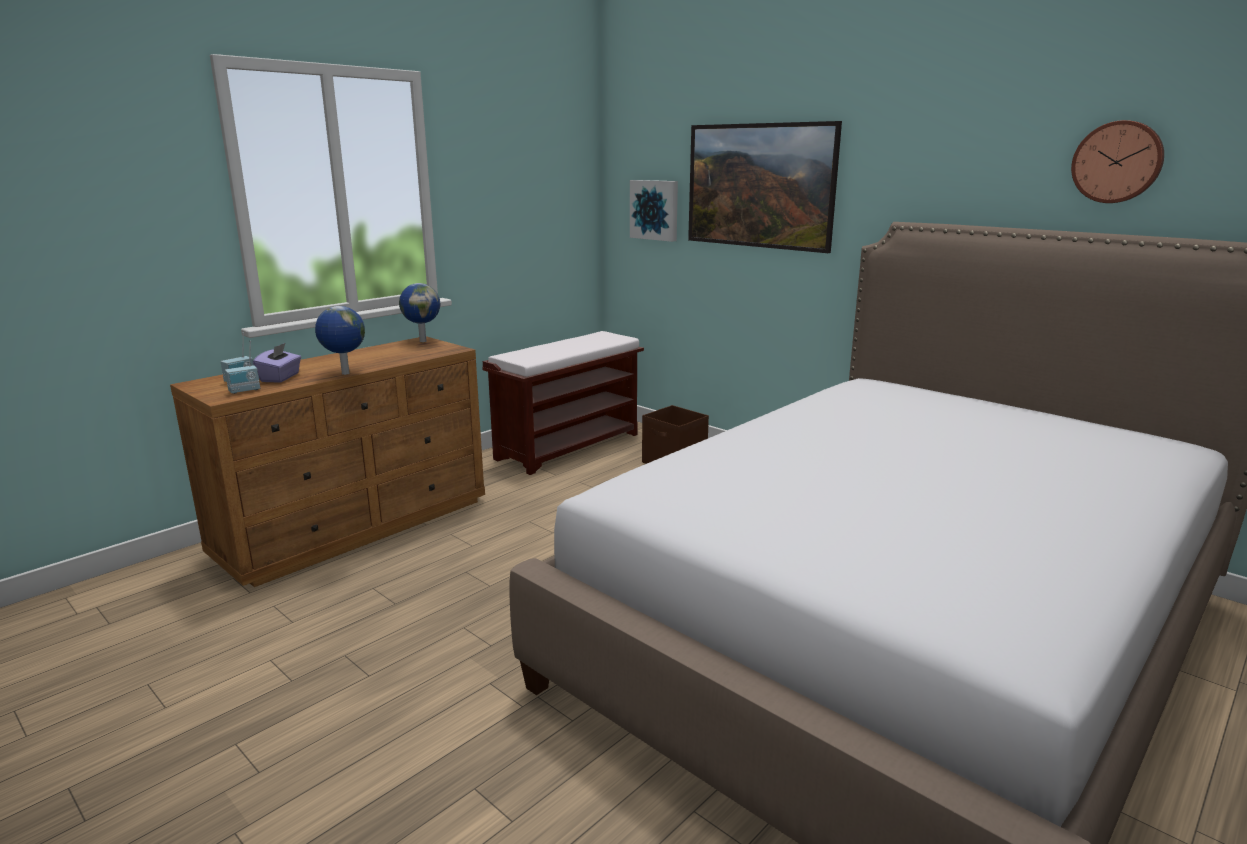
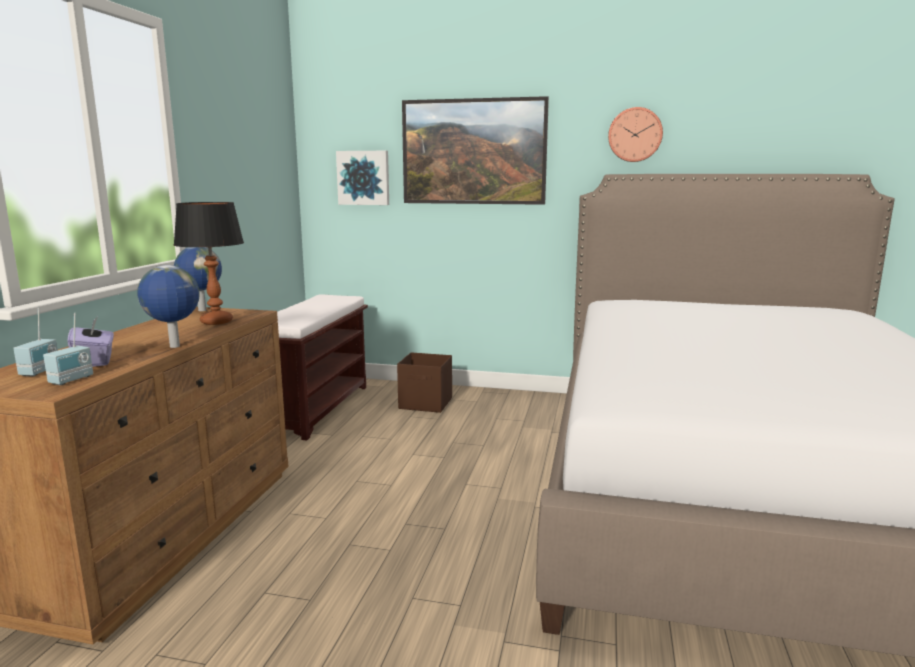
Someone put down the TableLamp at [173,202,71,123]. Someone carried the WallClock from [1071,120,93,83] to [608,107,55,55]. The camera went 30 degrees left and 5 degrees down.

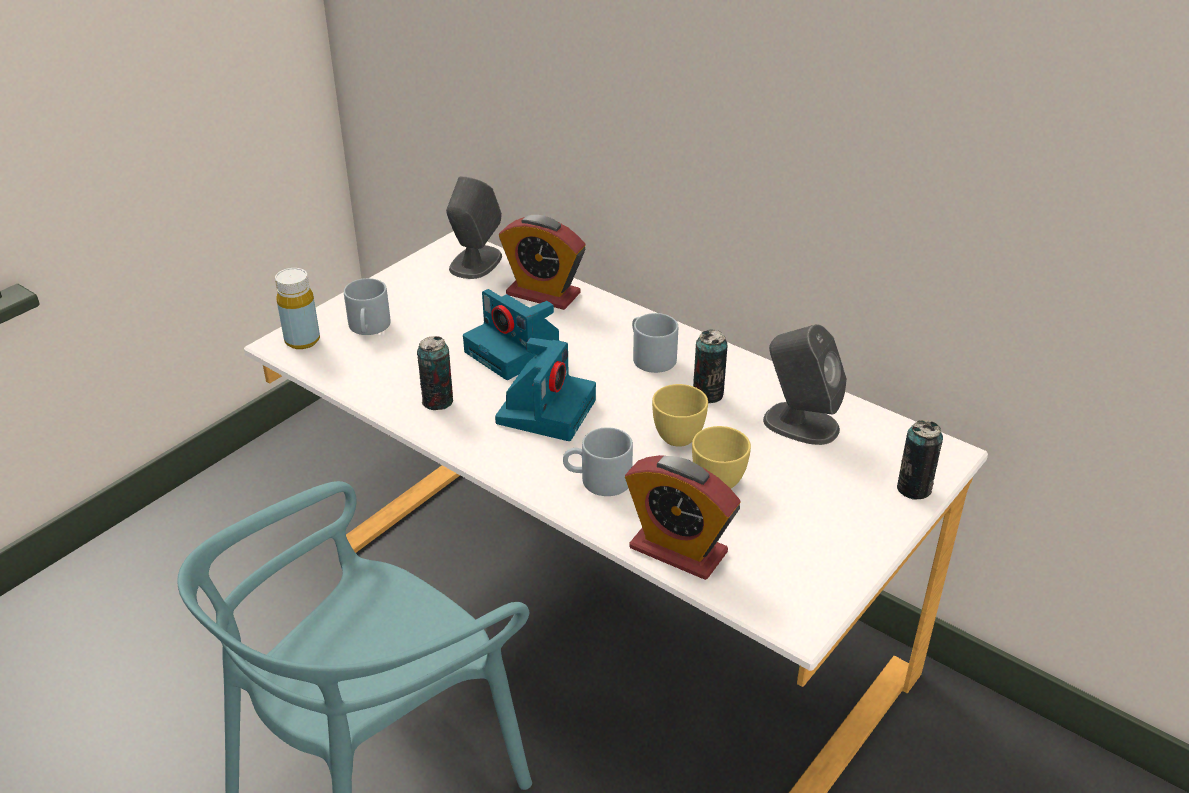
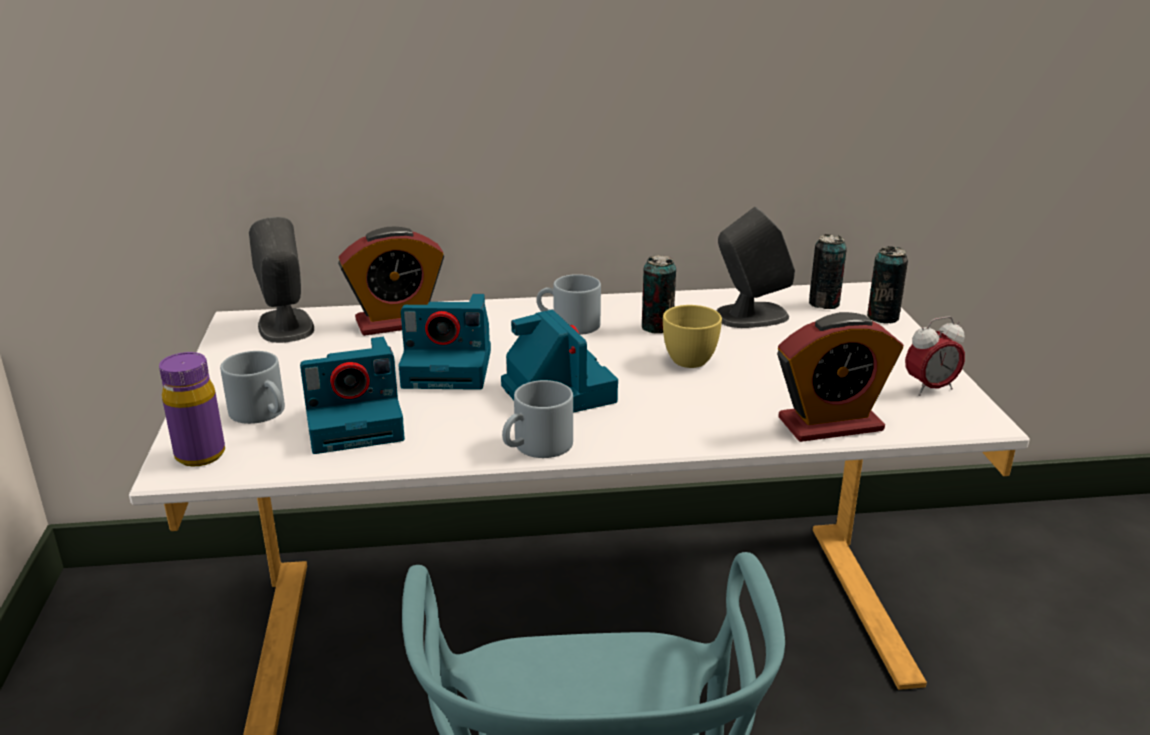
Someone repainted the YellowBottle at [275,268,45,81], which became the PurpleBottle at [159,352,66,115]. Someone put down the PhotoCamera at [300,337,105,117]. Someone carried the GreyMug from [563,427,70,69] to [502,380,71,78]. Someone carried the Can from [417,336,36,74] to [809,234,38,75]. Someone put down the AlarmClock at [905,316,60,80]. Someone took away the YellowCup at [692,426,59,63]. The camera went 45 degrees left and 10 degrees down.

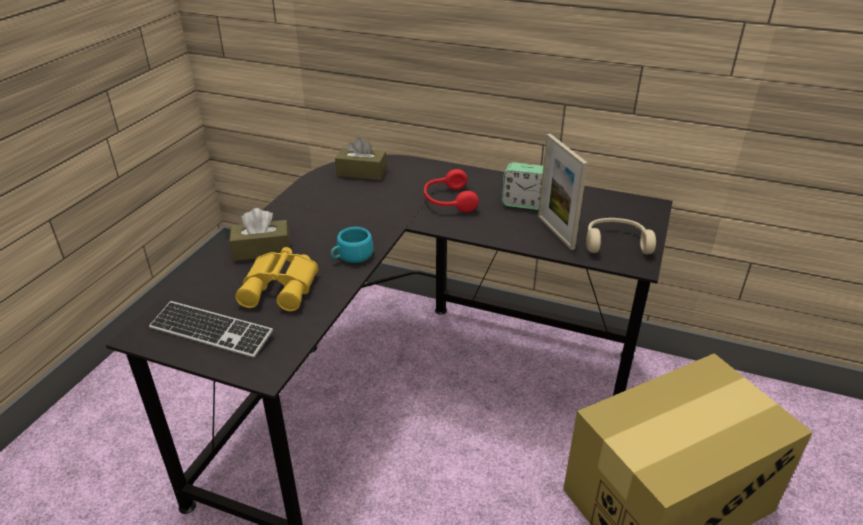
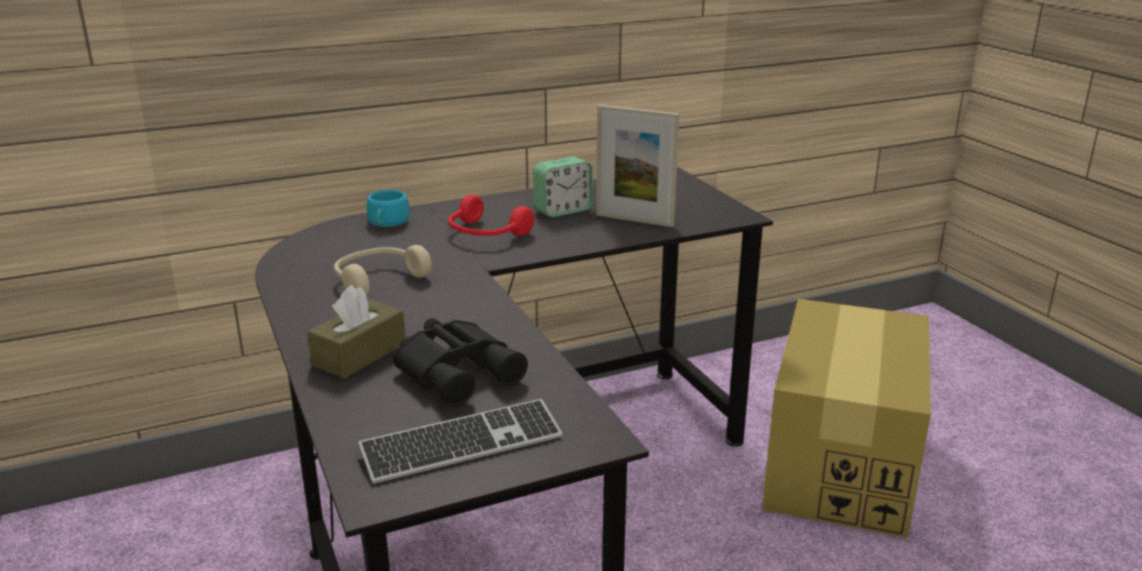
Someone carried the BeigeHeadphones from [586,218,70,36] to [334,245,98,50]. Someone carried the TurquoiseCup from [331,227,42,36] to [367,190,43,37]. Someone repainted the YellowBinoculars at [235,247,83,64], which became the BlackBinoculars at [393,318,135,88]. Someone took away the BrownTissueBox at [335,137,52,43]. The camera went 45 degrees left and 10 degrees down.

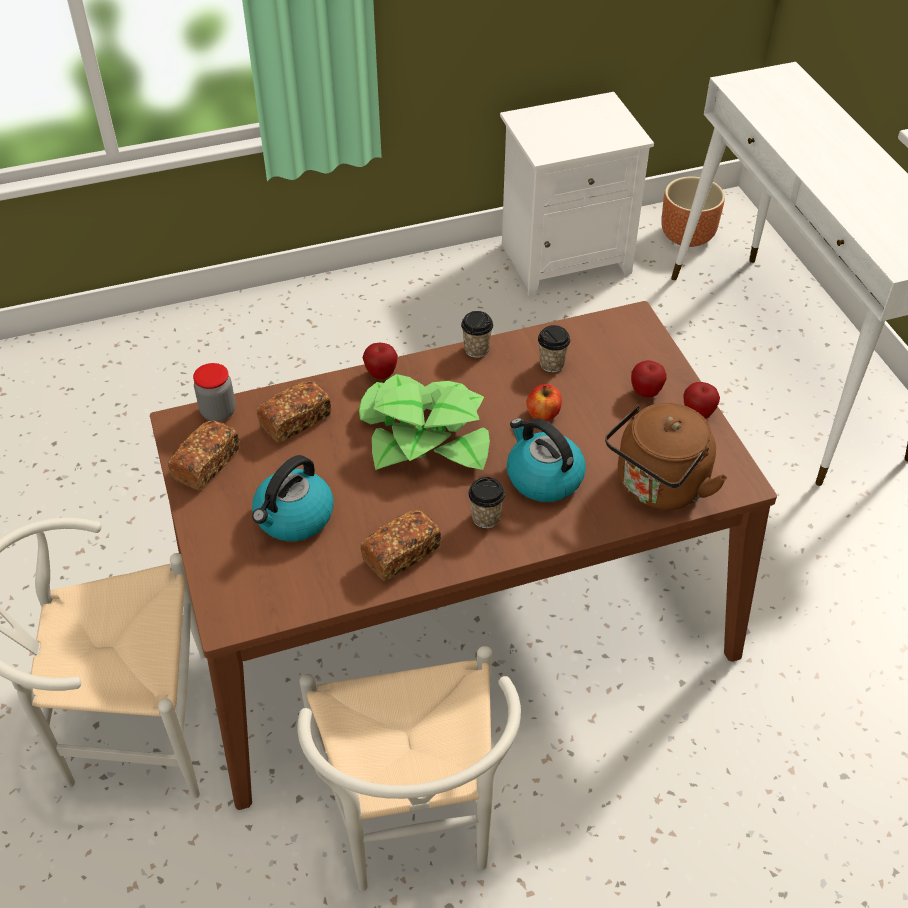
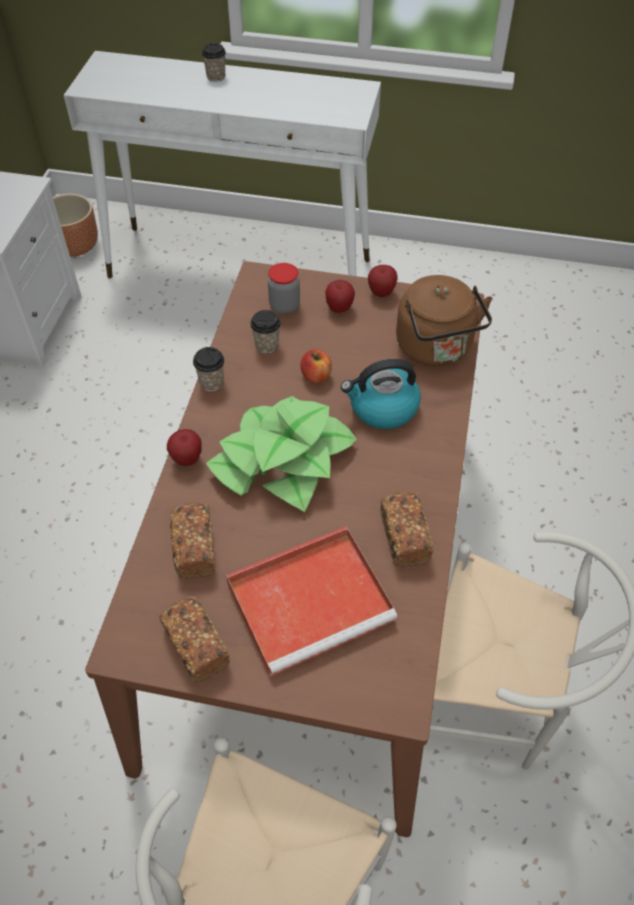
Someone carried the Cup from [468,477,37,51] to [202,43,24,39]. Someone swapped the Kettle at [252,455,81,86] for the RedTray at [226,526,171,151]. Someone carried the Jar from [193,363,43,59] to [268,263,32,51]. The camera went 60 degrees left and 5 degrees up.

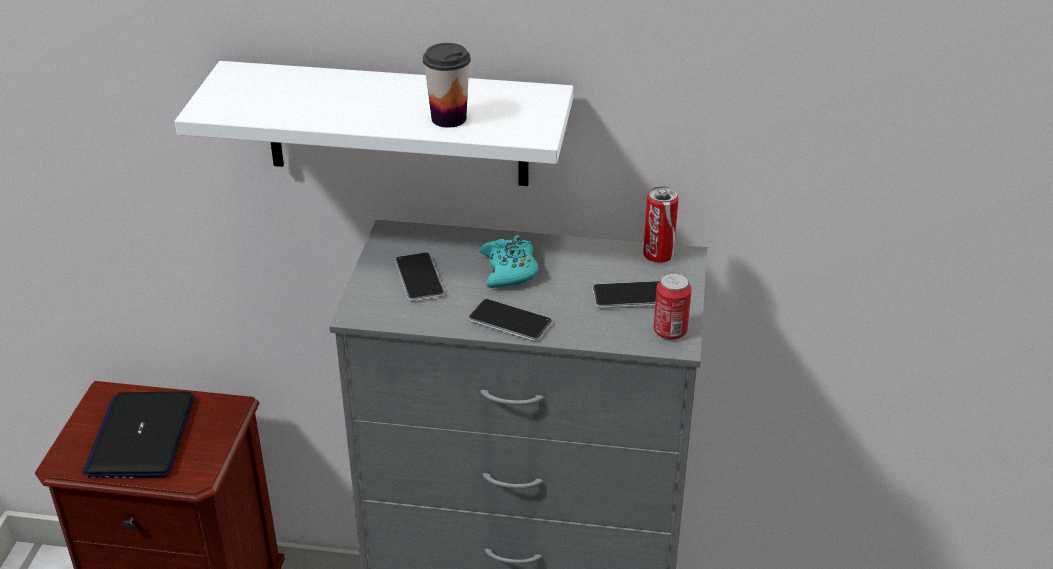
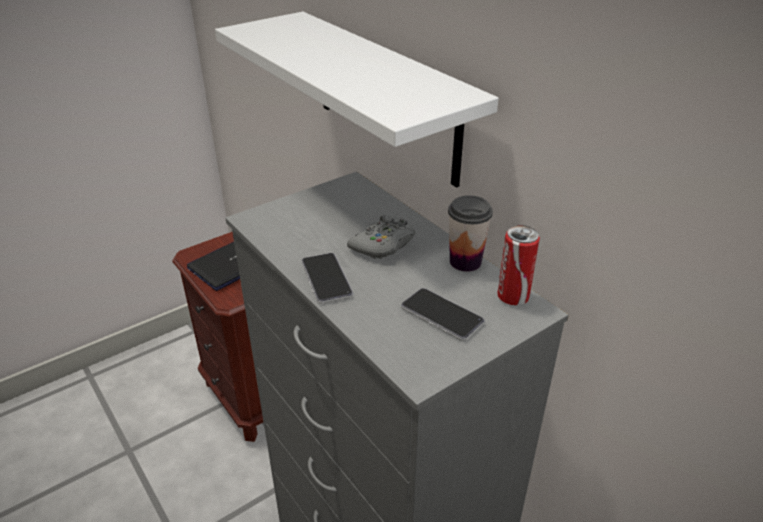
Someone repainted the TurquoiseGameController at [479,235,59,53], which became the GreyGameController at [347,215,69,44]. Someone carried the Cup from [423,43,48,85] to [448,195,45,77]. Someone took away the Phone at [395,252,50,50]. Someone took away the Can at [654,273,38,67]. The camera went 45 degrees right and 0 degrees up.

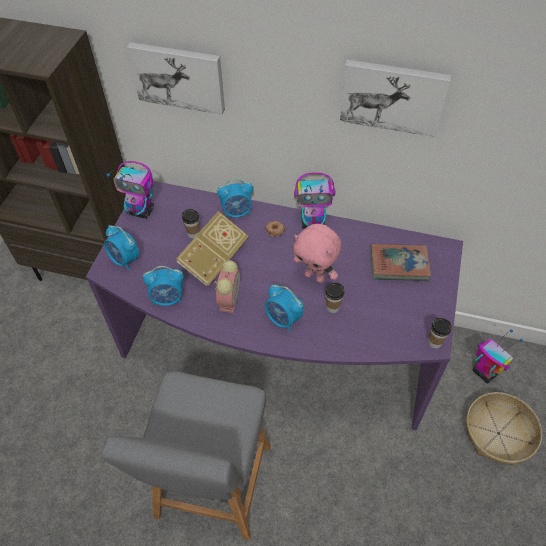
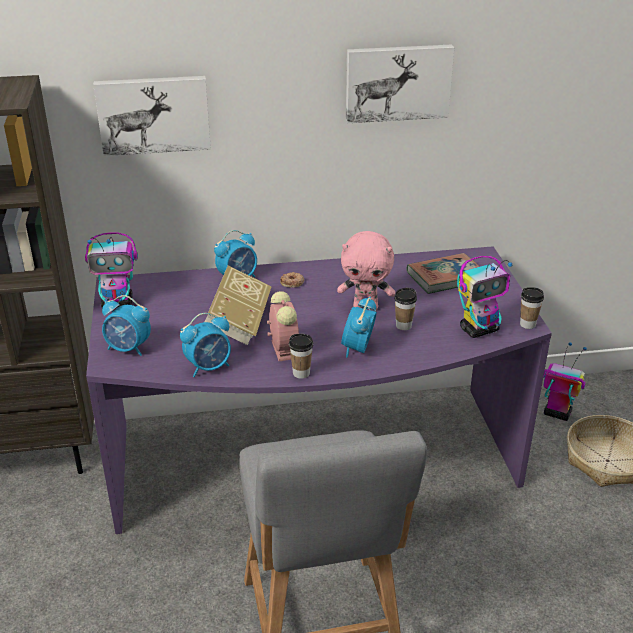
Someone carried the Cup from [182,209,18,30] to [289,334,24,45]. Someone rotated the AlarmClock at [265,284,39,48] by 90 degrees clockwise. Someone carried the ToyRobot from [294,173,41,56] to [457,256,55,82]. The camera went 25 degrees left and 20 degrees down.

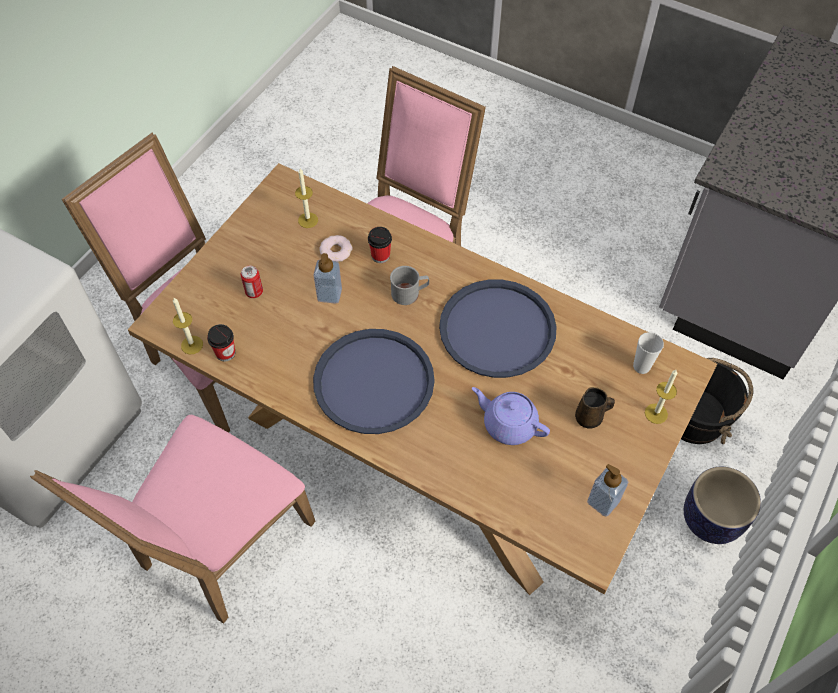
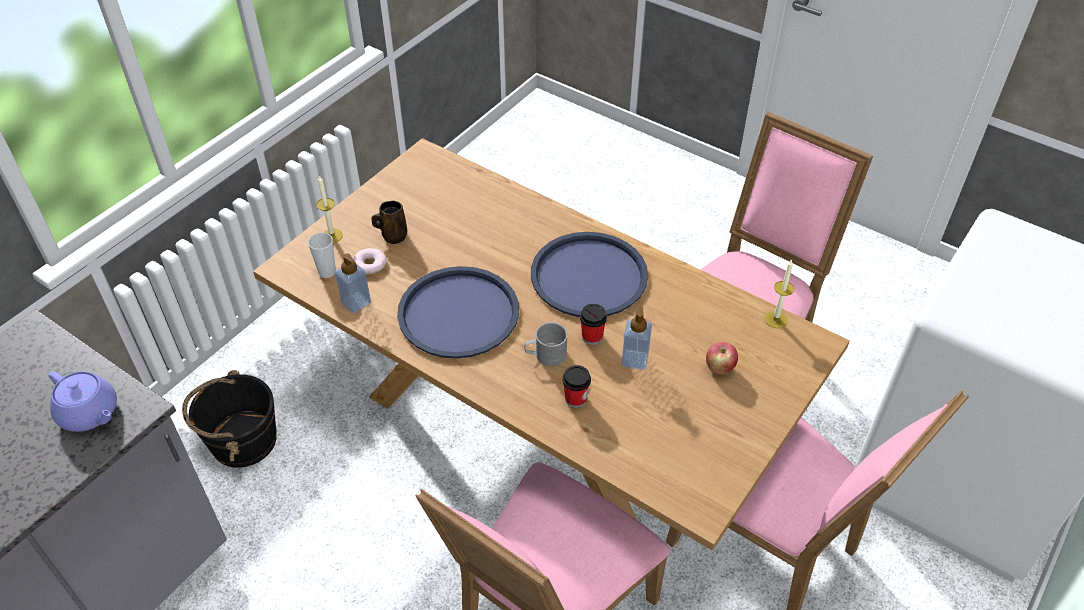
Someone carried the PurpleTeapot from [472,387,78,58] to [48,371,69,61]. Someone carried the SoapDispenser from [587,464,41,53] to [335,253,36,60]. Someone carried the Donut from [319,235,34,27] to [353,248,34,27]. Someone carried the Cup from [207,324,28,37] to [580,304,27,41]. Someone swapped the Can at [241,266,22,32] for the Apple at [706,342,32,32]. Someone took away the Candle at [295,168,23,60]. Someone took away the Planter at [684,467,77,77]. The camera went 175 degrees left and 10 degrees down.

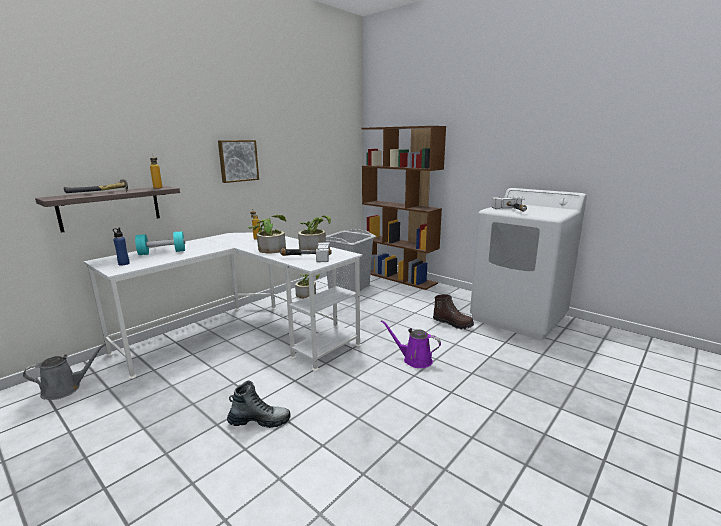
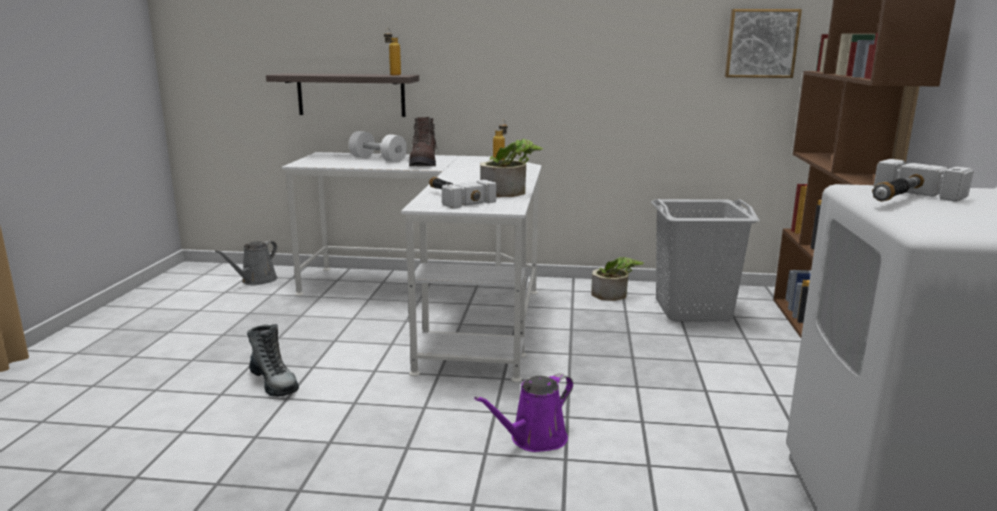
Someone rotated the GreyWateringCan at [23,343,83,57] by 90 degrees clockwise. Someone repainted the TurquoiseDumbbell at [135,231,50,24], which became the WhiteDumbbell at [349,131,58,31]. Someone carried the BrownBoot from [433,294,41,35] to [409,117,30,49]. Someone rotated the PurpleWateringCan at [381,320,60,48] by 120 degrees counterclockwise. Someone carried the Picture from [218,140,41,43] to [725,9,77,69]. Someone took away the Hammer at [64,179,64,14]. Someone took away the BlueBottle at [113,228,17,38]. Someone took away the PottedPlant at [248,215,38,39]. The camera went 55 degrees right and 0 degrees up.

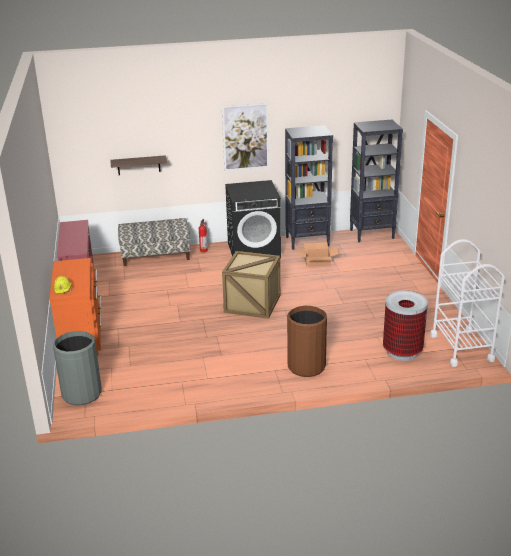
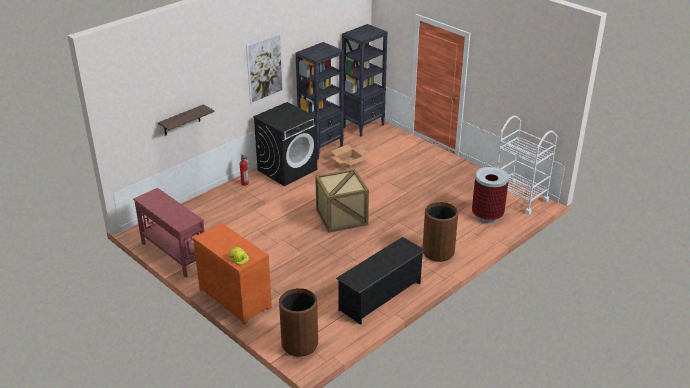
Someone repainted the GreyTrashCan at [53,331,49,74], which became the BrownTrashCan at [279,288,39,69]. Someone put down the BlackShoeRack at [336,237,90,88]. Someone took away the Bench at [118,218,72,48]. The camera went 35 degrees left and 5 degrees up.

